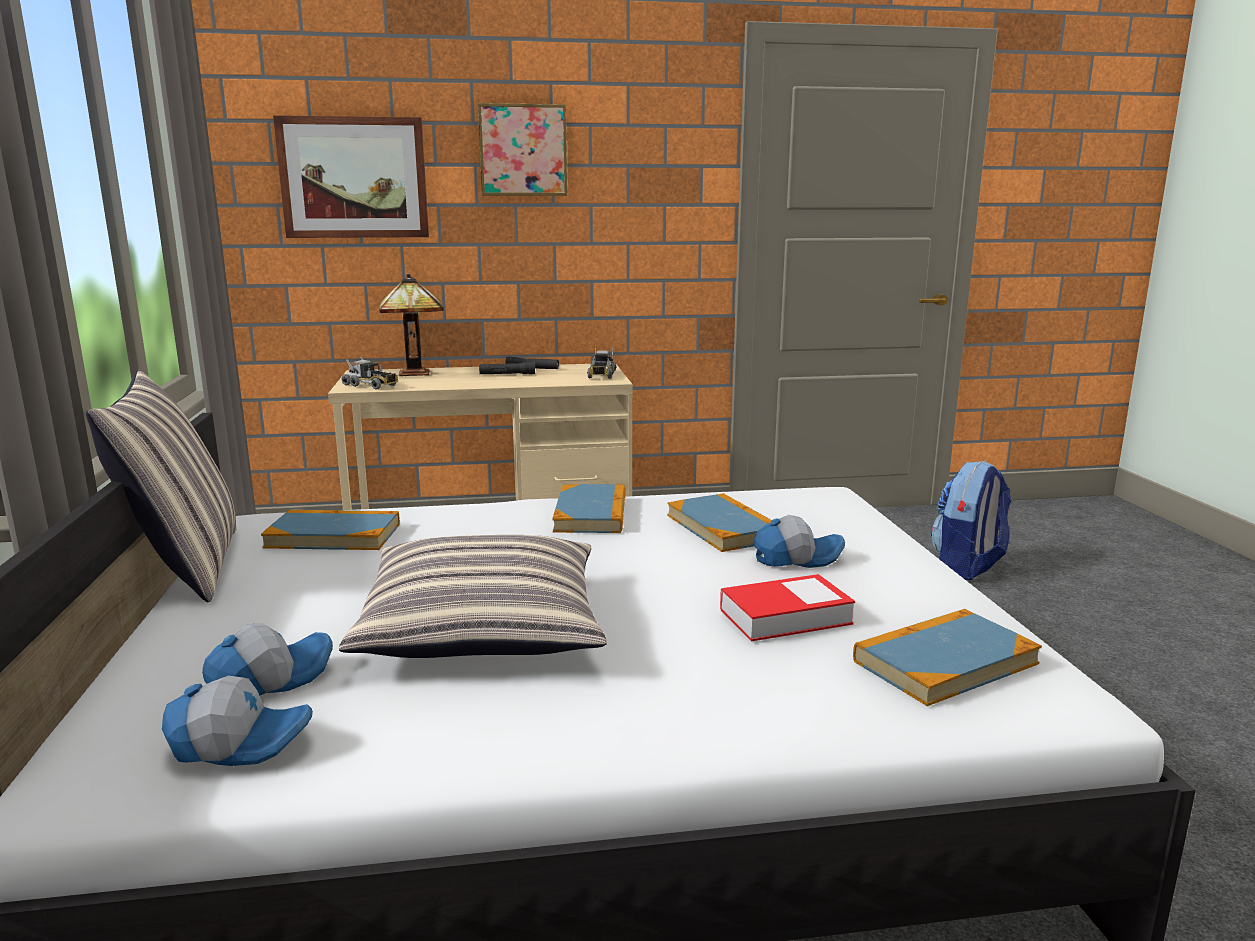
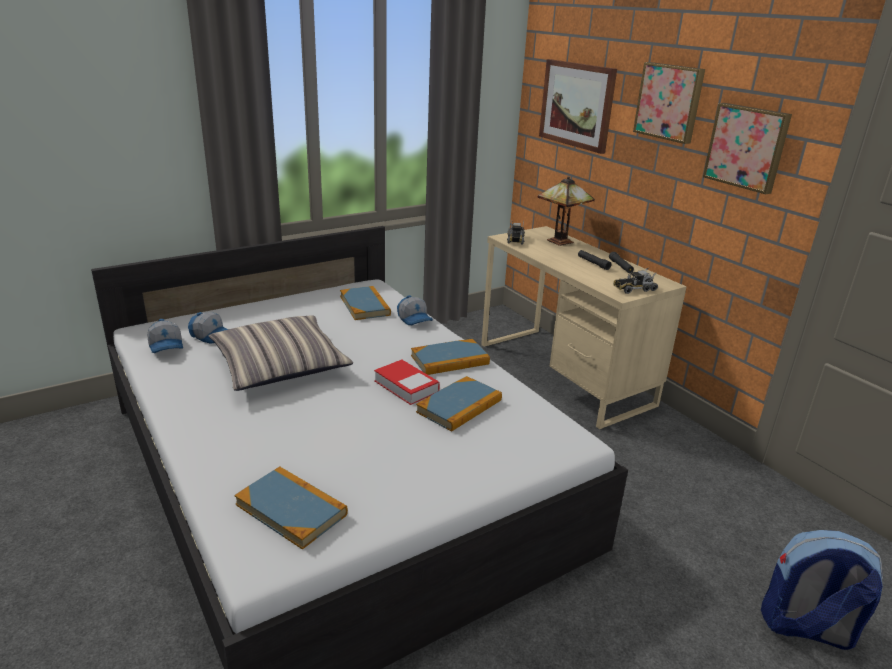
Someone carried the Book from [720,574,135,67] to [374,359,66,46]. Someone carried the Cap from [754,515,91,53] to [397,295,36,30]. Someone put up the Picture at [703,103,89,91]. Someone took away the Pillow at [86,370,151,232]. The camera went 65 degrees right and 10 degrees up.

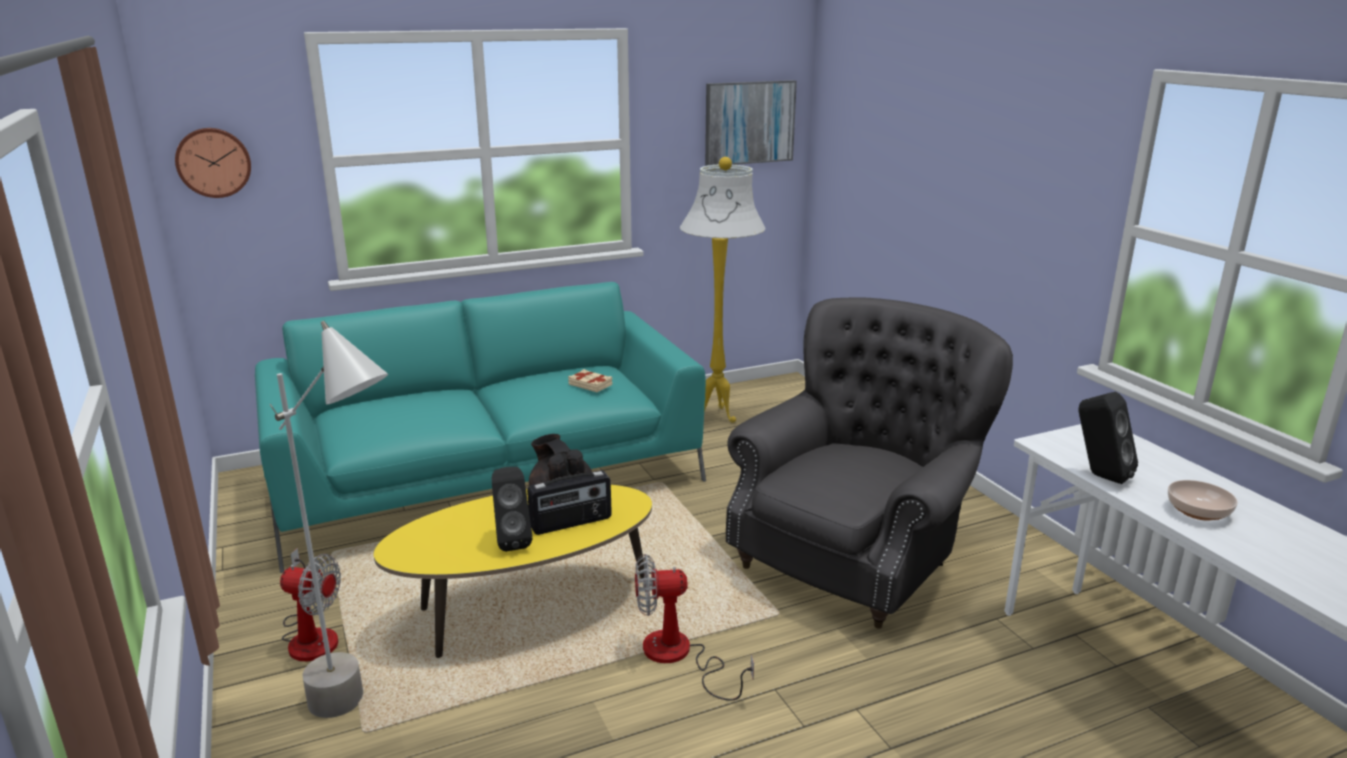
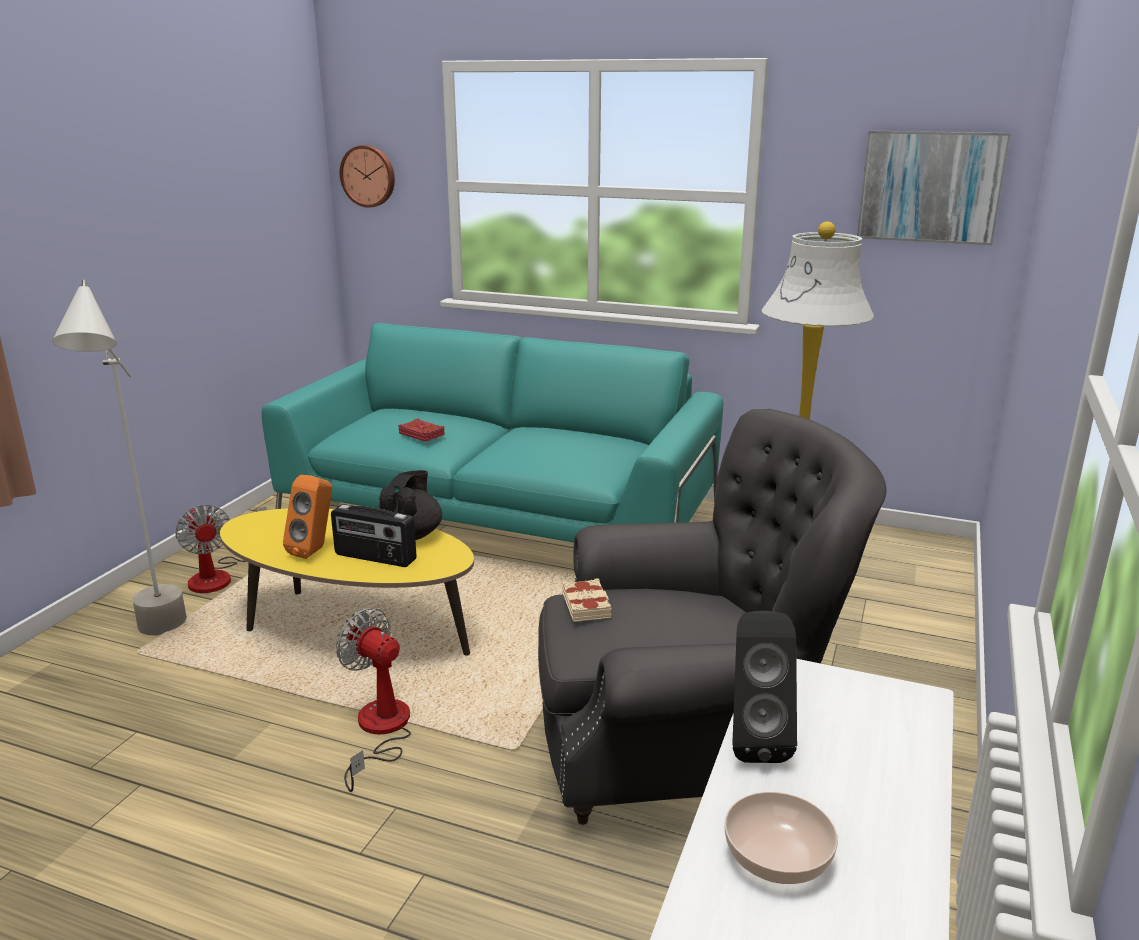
Someone repainted the BlackSpeaker at [492,467,40,85], which became the OrangeSpeaker at [283,475,49,84]. Someone put down the RedBook at [399,418,46,24]. Someone carried the BeigeBook from [568,369,44,23] to [562,578,50,44]. The camera went 45 degrees right and 0 degrees up.

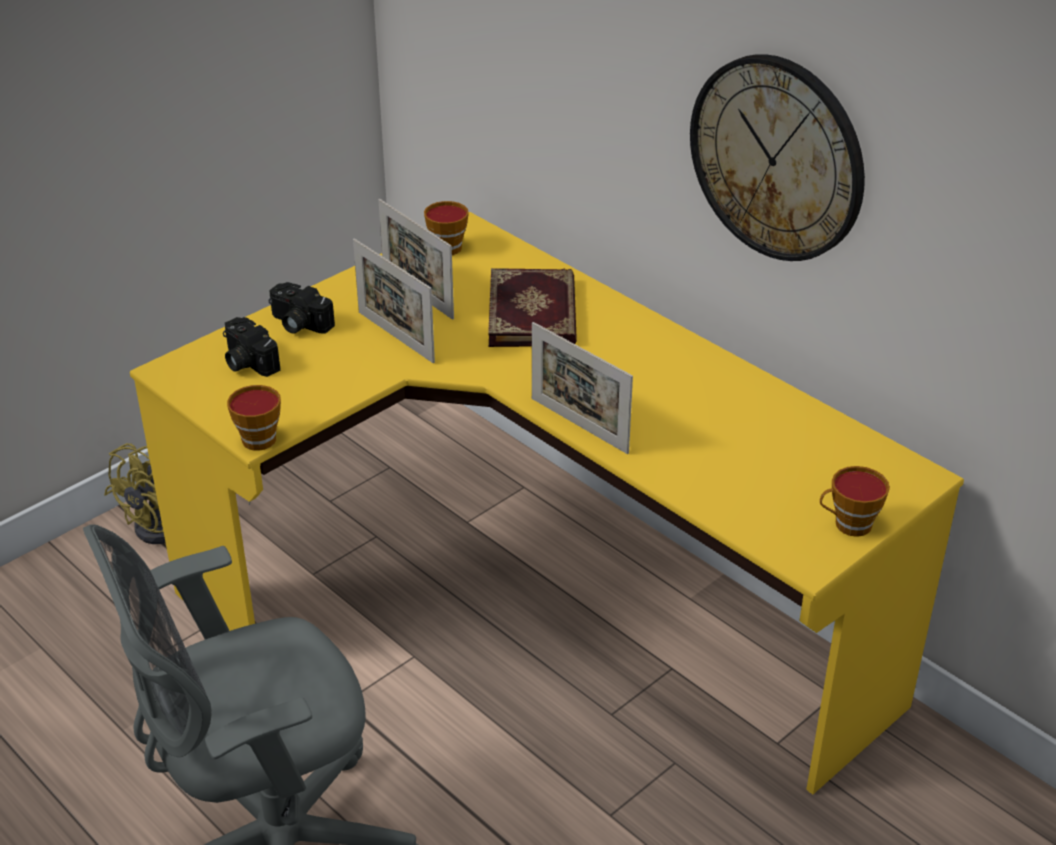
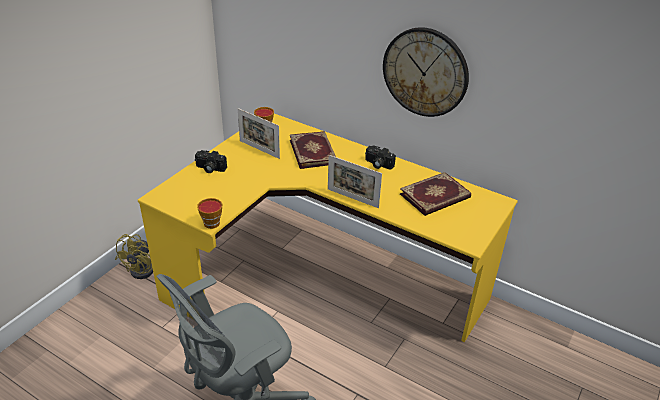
Someone carried the PhotoCamera from [223,317,57,60] to [365,145,31,24]. Someone put down the Book at [400,172,71,44]. Someone took away the PictureFrame at [353,238,82,125]. Someone took away the Cup at [820,466,70,71]. The camera went 15 degrees left and 0 degrees up.

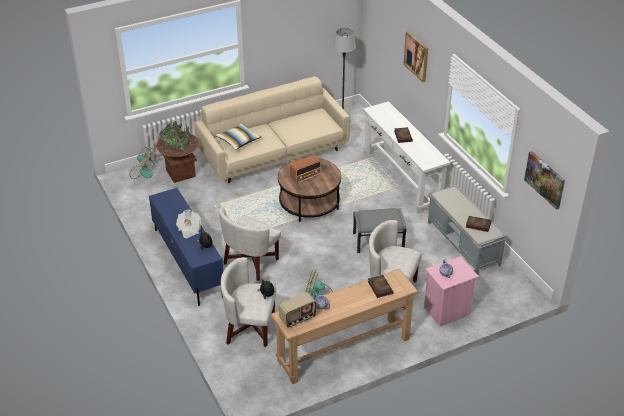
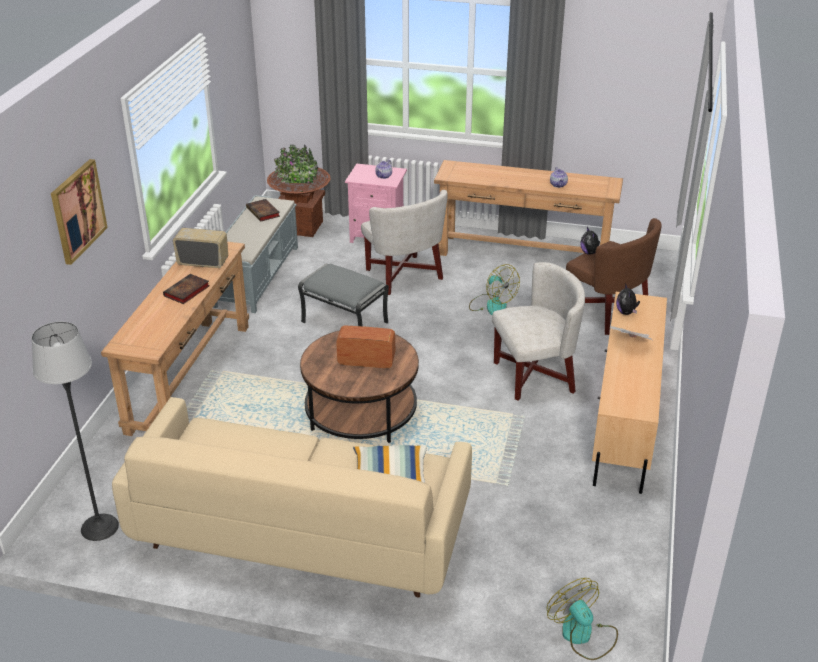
Someone repainted the WhiteConsoleTable at [363,101,88,113], which became the BrownConsoleTable at [101,241,148,195]. Someone carried the Radio from [279,292,37,36] to [173,228,55,40]. Someone carried the BrownPlanter from [156,121,43,62] to [267,145,64,92]. Someone repainted the WhiteArmchair at [221,257,56,90], which became the BrownArmchair at [566,218,96,117]. Someone repainted the BlueTvStand at [149,188,74,118], which became the BeigeTvStand at [592,292,75,202]. Someone took away the Book at [368,275,25,23]. Someone took away the Picture at [524,151,41,59]. The camera went 140 degrees left and 5 degrees down.

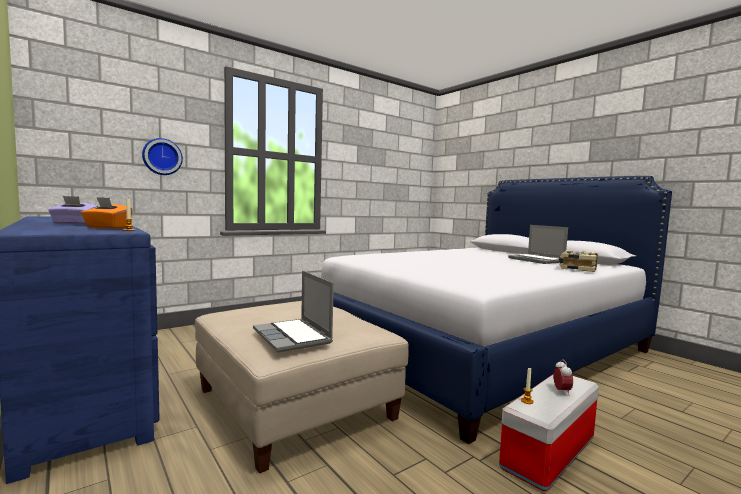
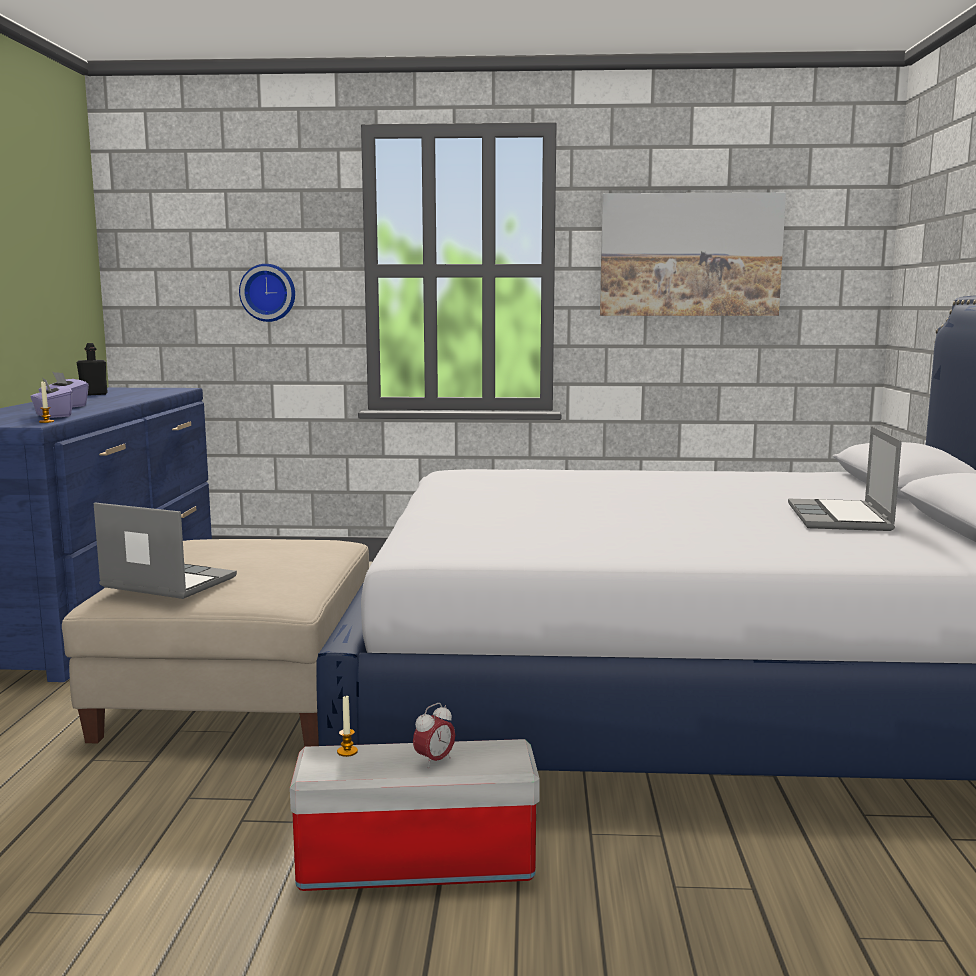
Someone repainted the OrangeTissueBox at [81,197,52,32], which became the PurpleTissueBox at [30,379,43,39]. Someone put down the BlackBottle at [77,343,31,53]. Someone rotated the Laptop at [253,271,81,82] by 105 degrees clockwise. Someone put up the Picture at [600,192,186,124]. Someone took away the Book at [559,250,39,22]. The camera went 40 degrees right and 5 degrees up.

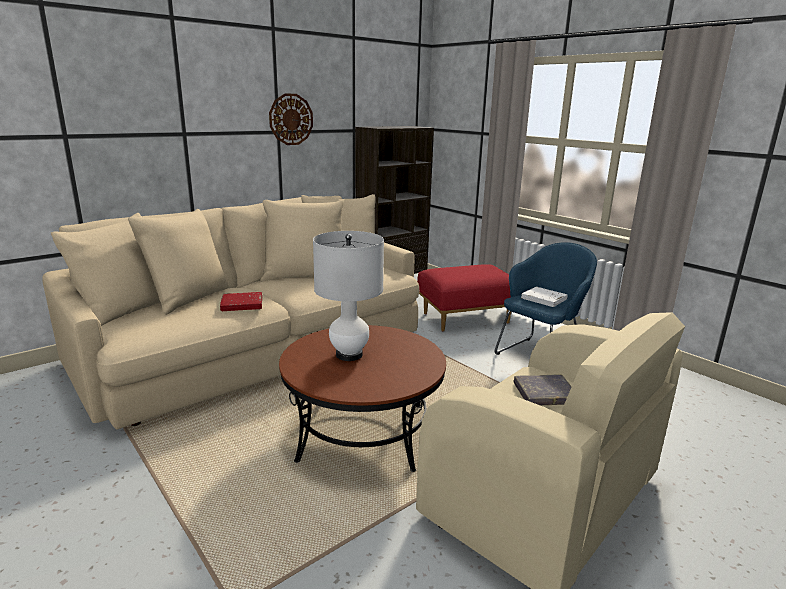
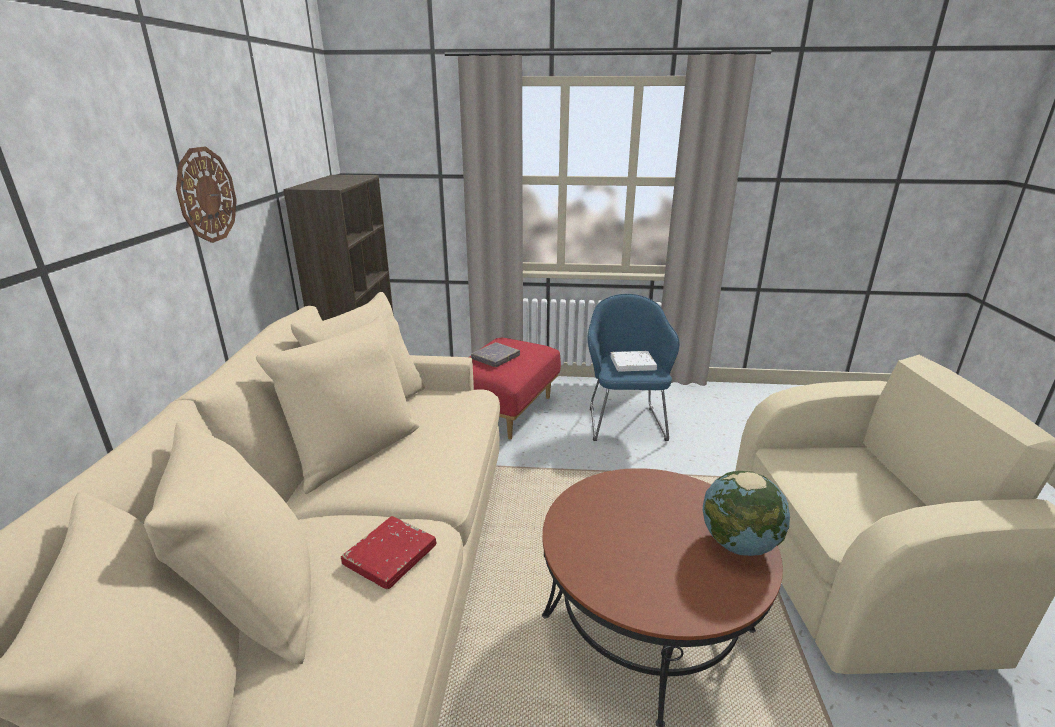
Someone carried the GreyBook from [514,374,58,32] to [471,342,49,25]. Someone put down the Globe at [703,471,87,85]. Someone took away the WhiteTableLamp at [313,231,71,130]. The camera went 45 degrees left and 5 degrees up.

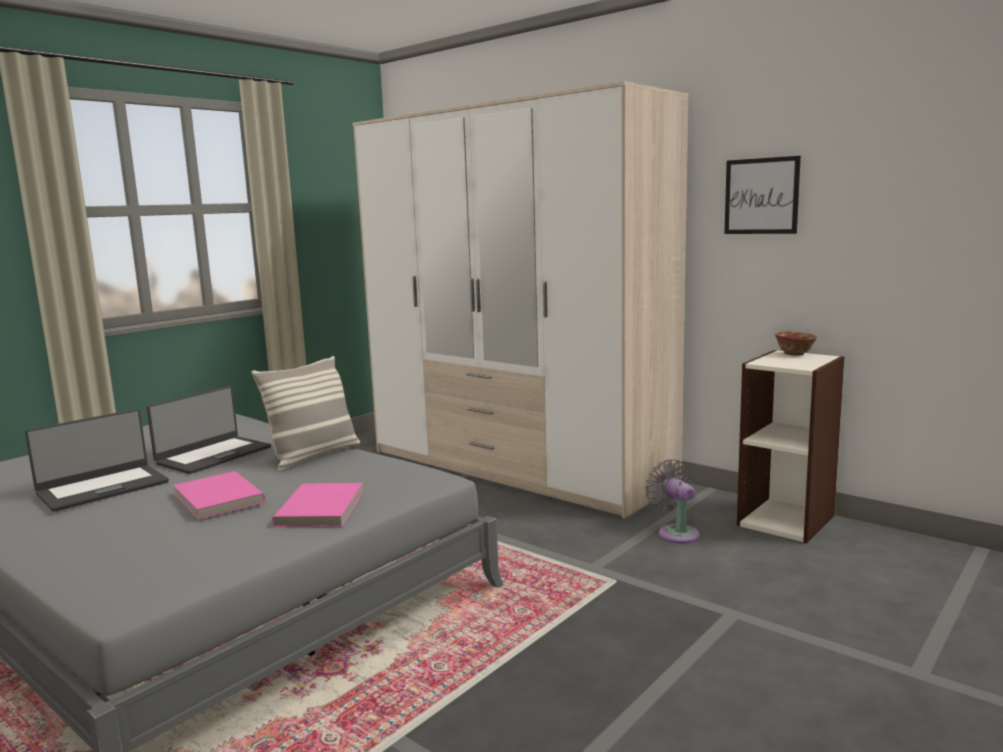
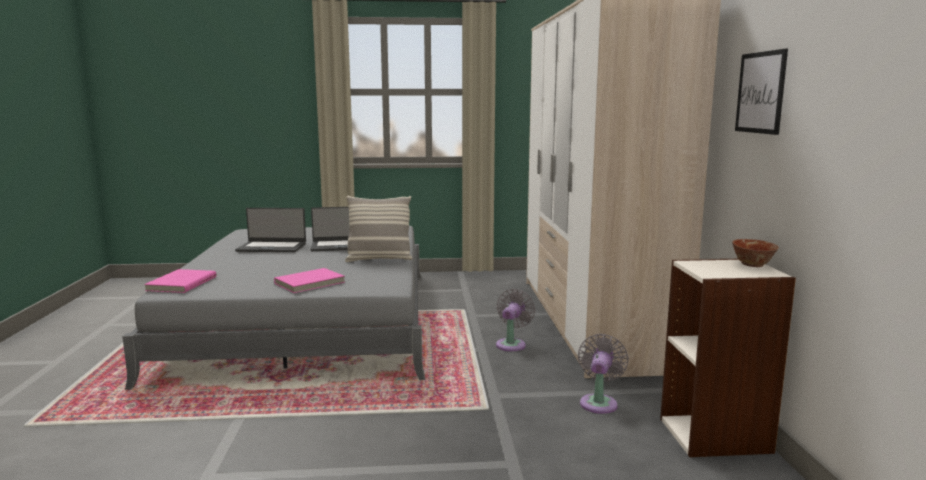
Someone carried the PinkBook from [173,471,92,49] to [144,269,72,24]. Someone put down the GreyFan at [496,289,39,62]. The camera went 45 degrees right and 0 degrees up.

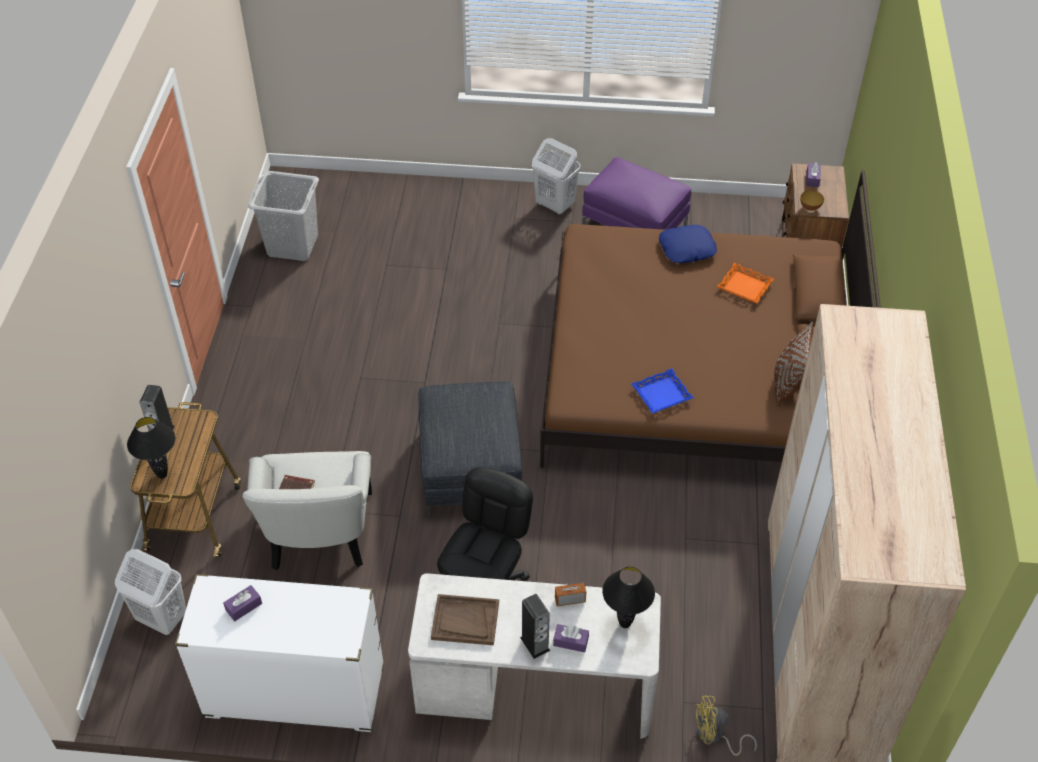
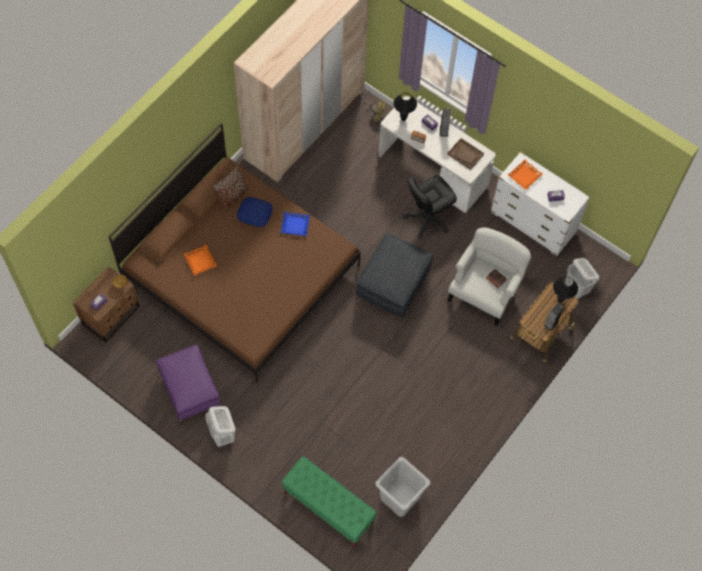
Someone carried the BluePillow from [659,225,58,38] to [237,197,36,30]. Someone put down the GreenBench at [282,456,95,92]. Someone put down the OrangeTray at [508,159,35,31]. The camera went 150 degrees left and 15 degrees up.

